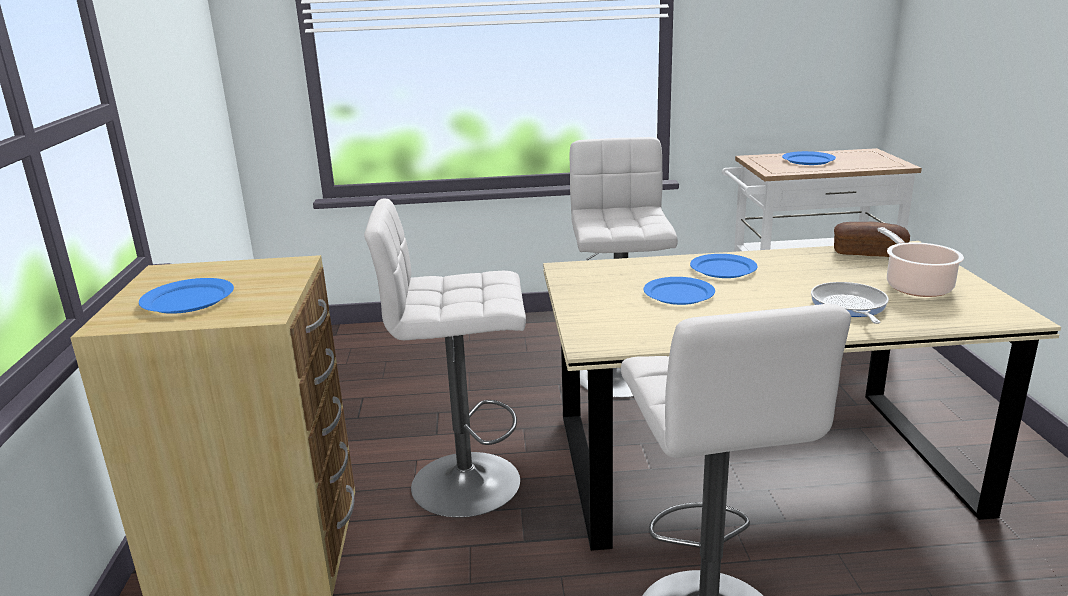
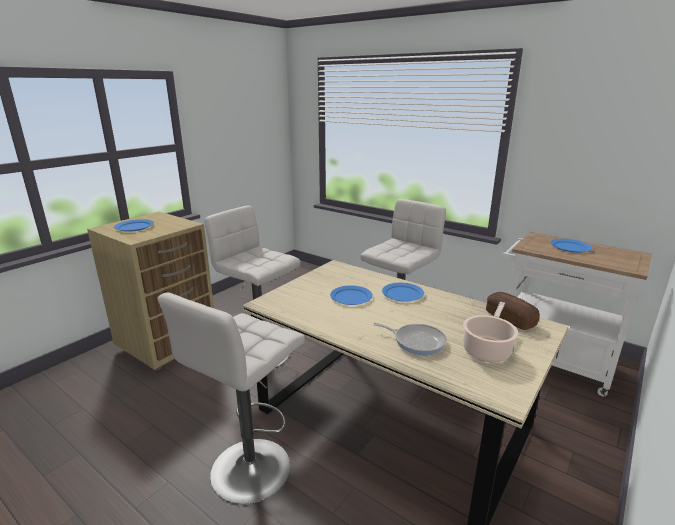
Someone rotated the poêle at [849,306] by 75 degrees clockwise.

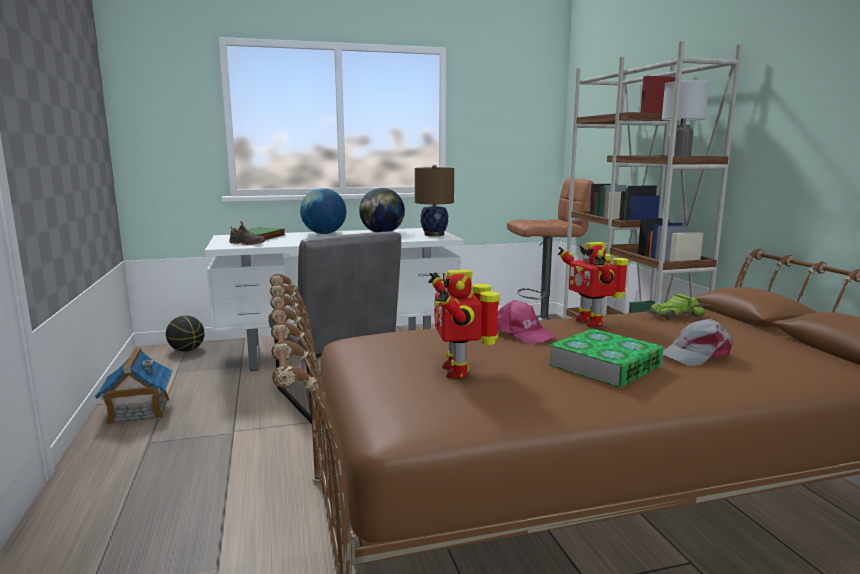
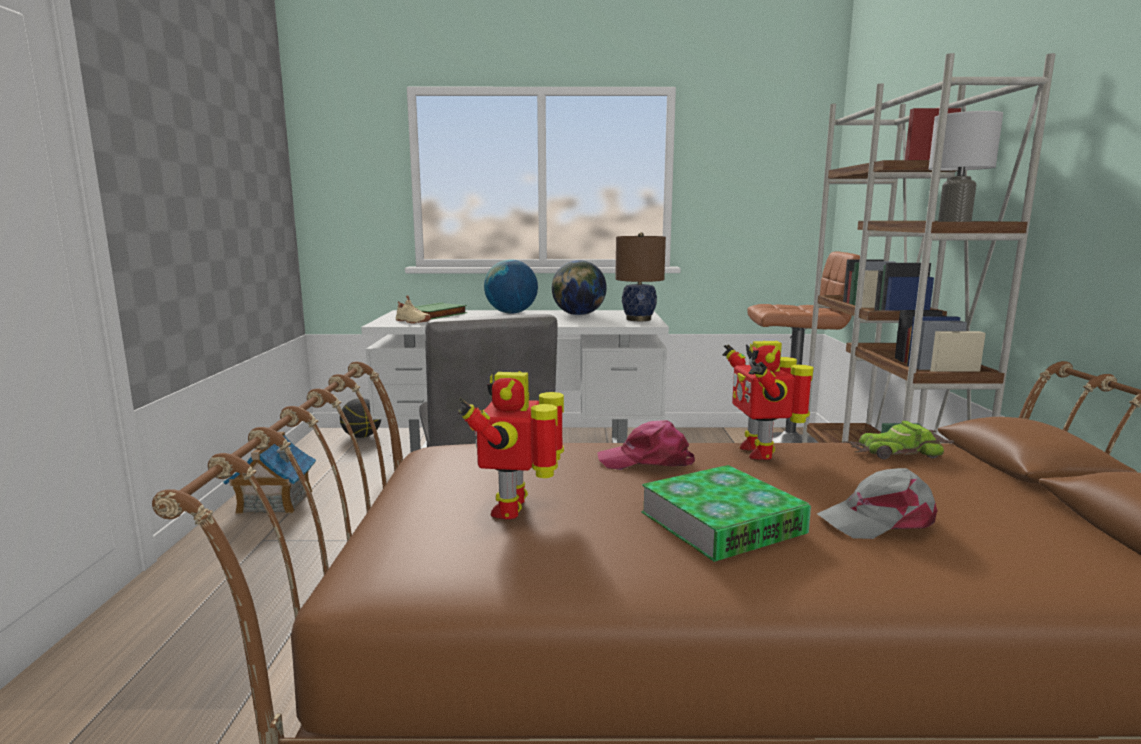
Someone repainted the chaussure/noir at [246,244], which became the chaussure/beige at [412,322].
Someone rotated the casquette/rose at [521,333] by 120 degrees clockwise.

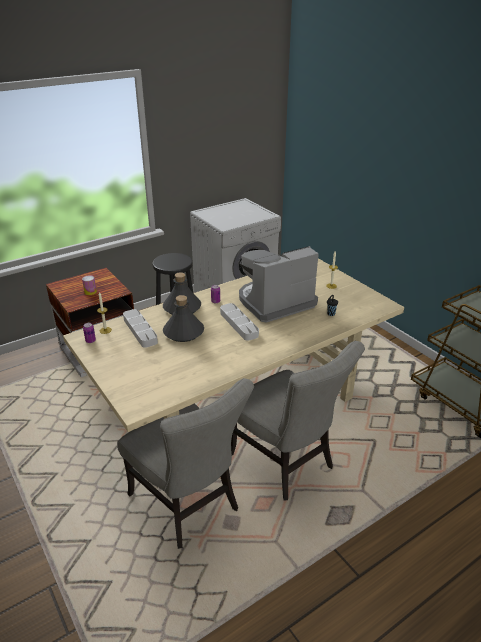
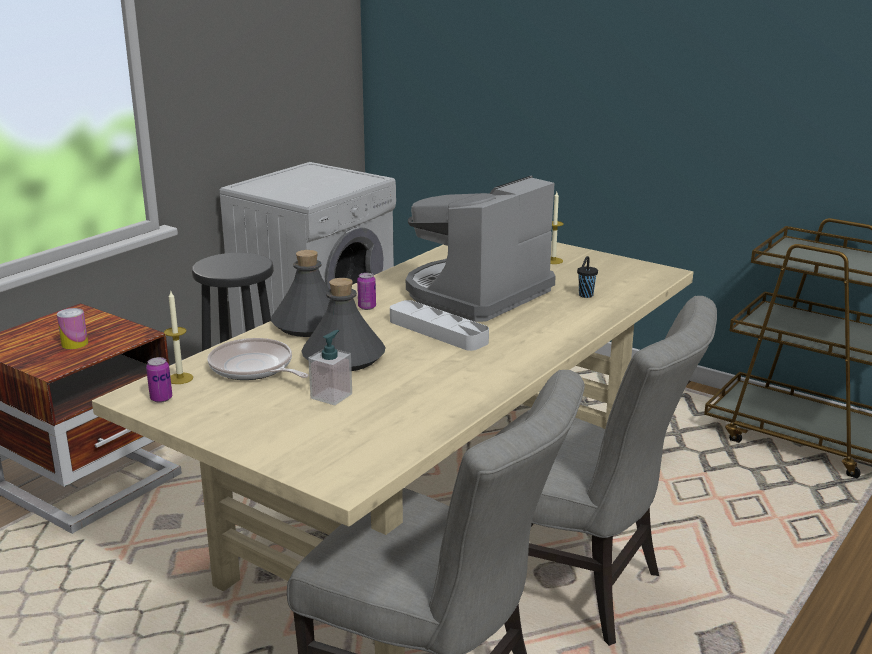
Someone swapped the plateau/gris at [140,330] for the poêle at [254,368].
Someone put down the distributeur de savon at [331,396].

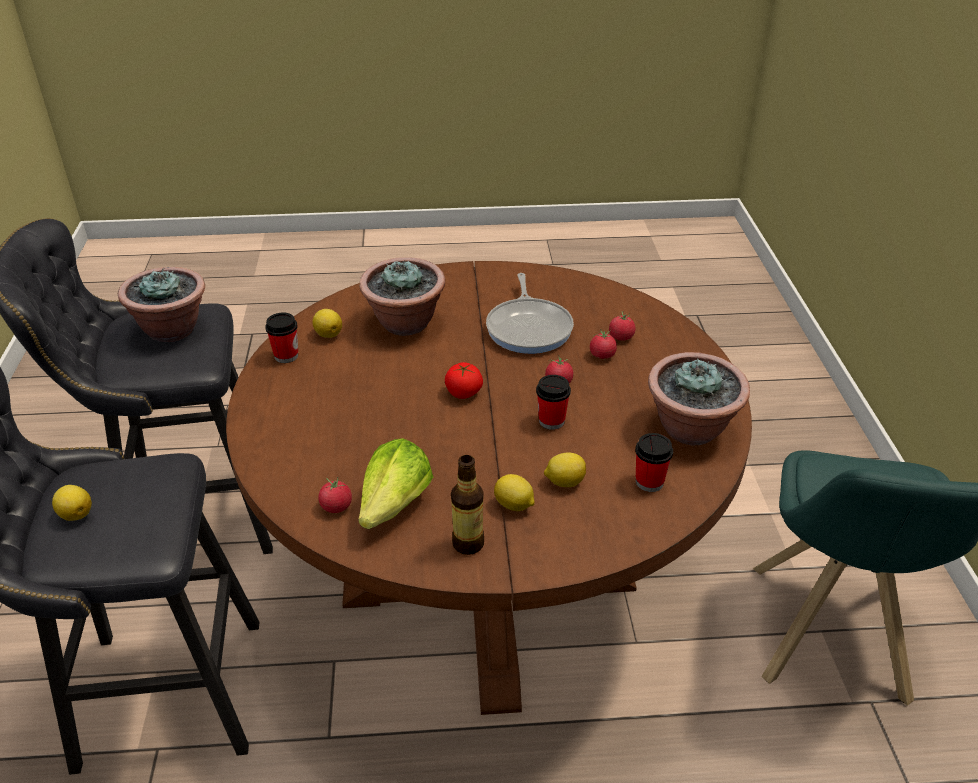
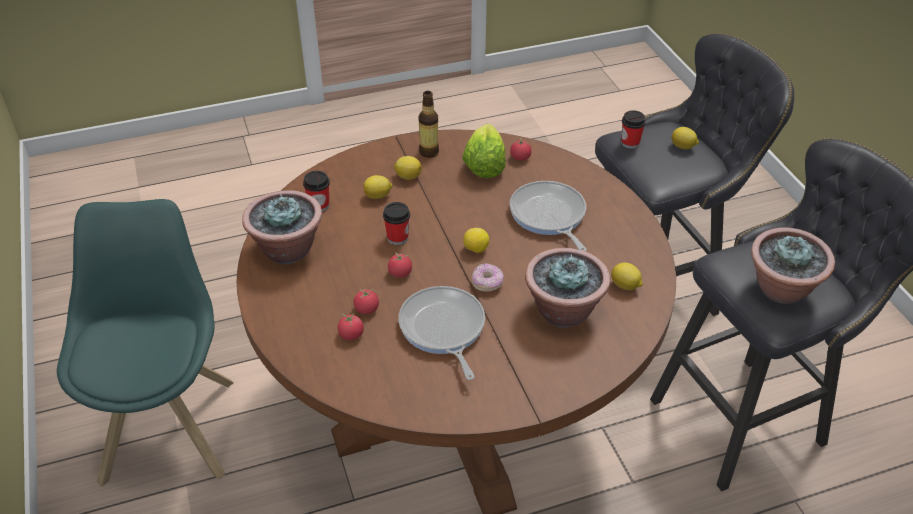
Someone carried the tasse from [286,356] to [630,143].
Someone swapped the tomate at [463,393] for the citron at [475,249].
Someone put down the beignet at [487,283].
Someone put down the poêle at [548,216].

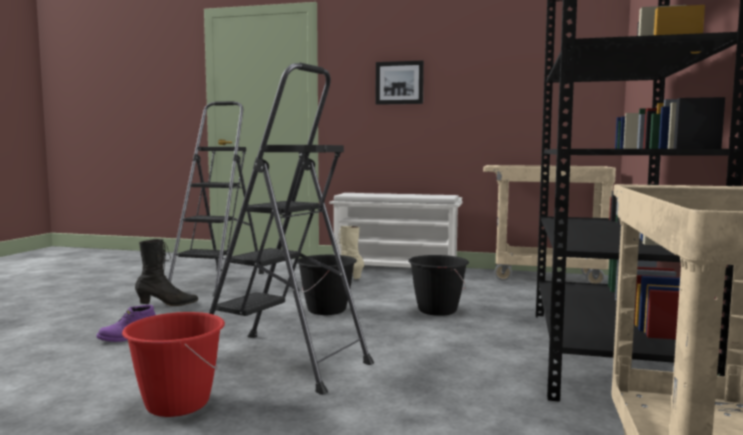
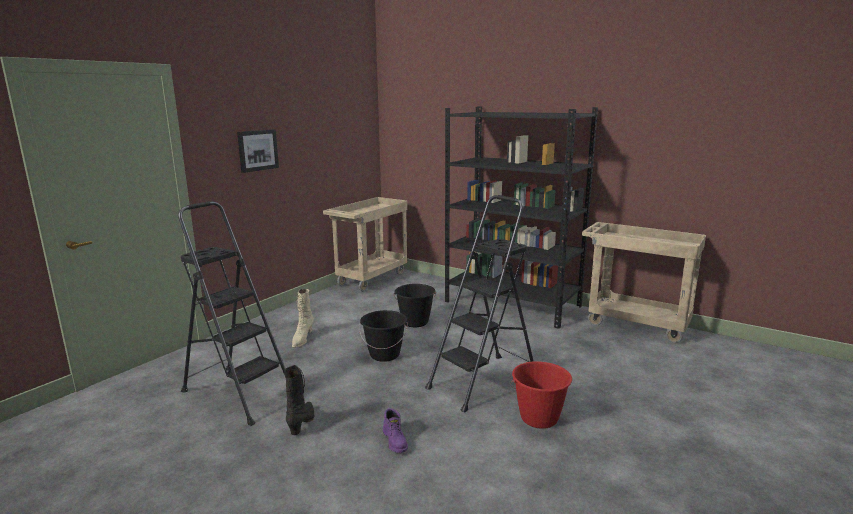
Someone took away the étagère à chaussures/blanc at [397,269].

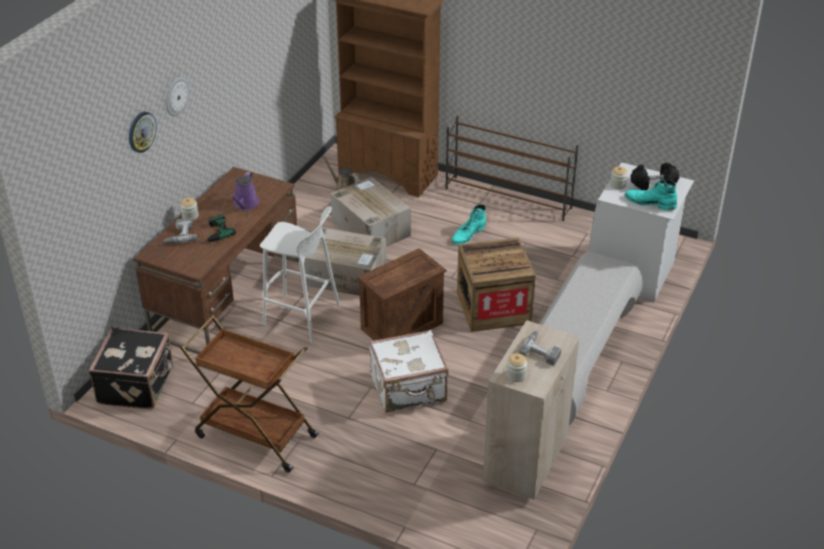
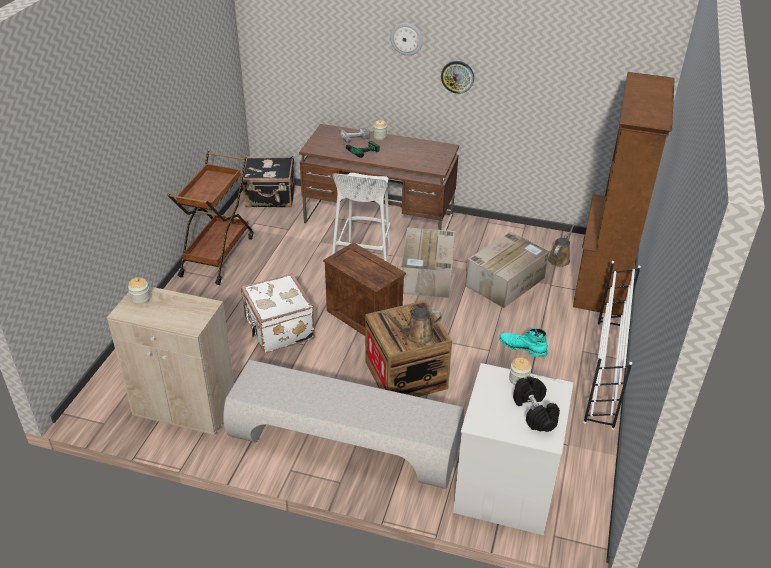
Someone carried the horloge murale from [141,131] to [457,76].
Someone took away the arrosoir/violet at [245,204].
Someone repainted the étagère à chaussures/marron at [508,198], which became the étagère à chaussures/blanc at [604,373].
Someone took away the perceuse at [542,350].
Someone took away the botte/turquoise at [650,202].
Someone put down the arrosoir/marron at [416,335].

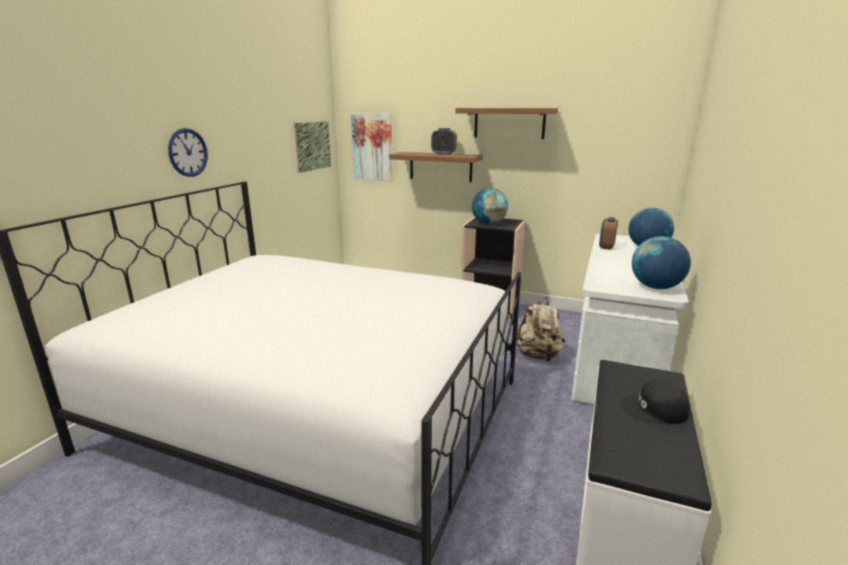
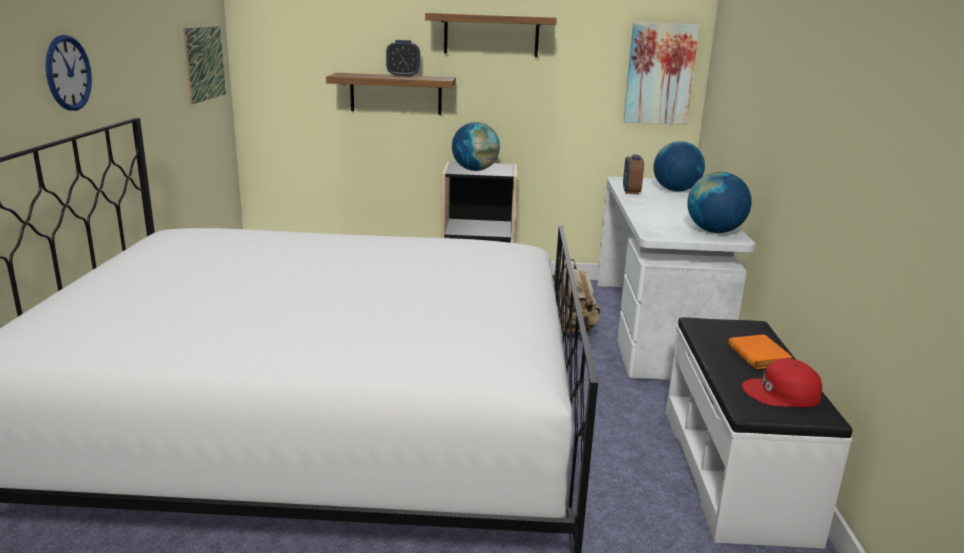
Someone carried the tableau from [372,147] to [659,74].
Someone swapped the casquette/noir at [655,409] for the livre/orange at [761,358].
Someone put down the casquette/rouge at [781,393].

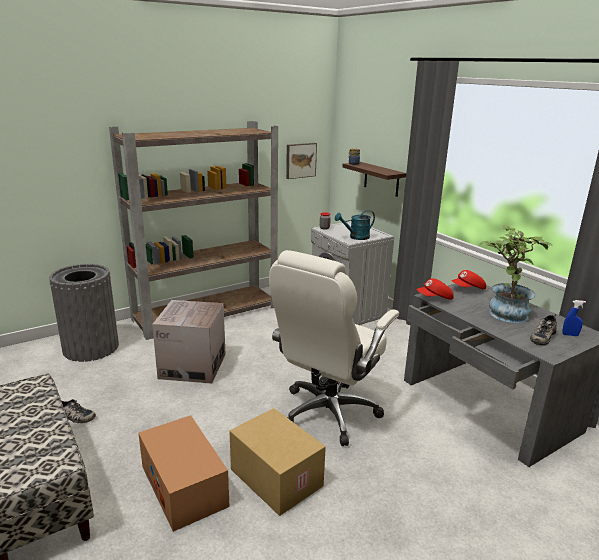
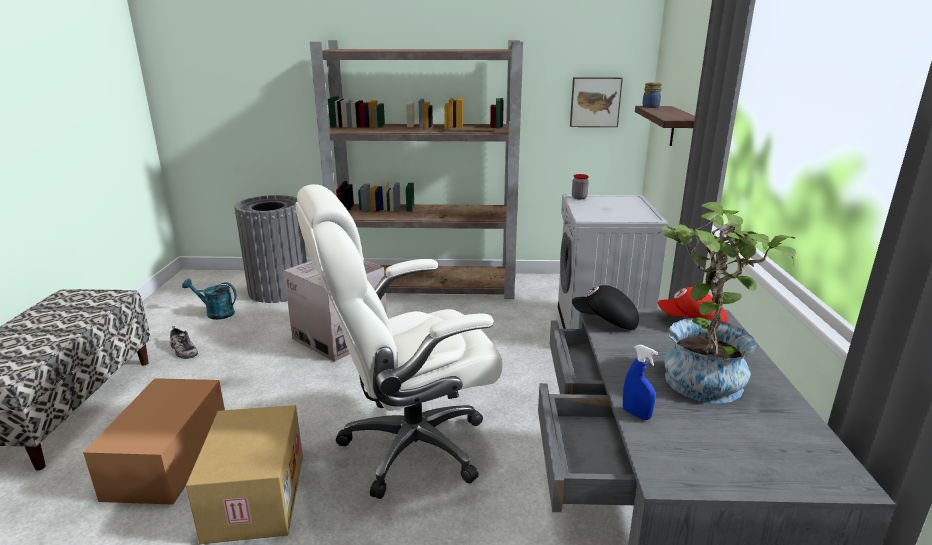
Someone carried the arrosoir/turquoise from [356,237] to [216,313].
Someone repainted the casquette/rouge at [435,298], which became the casquette/noir at [605,321].
Someone took away the chaussure at [542,336].
Someone carried the vaporisateur/bleu from [570,335] to [636,414].

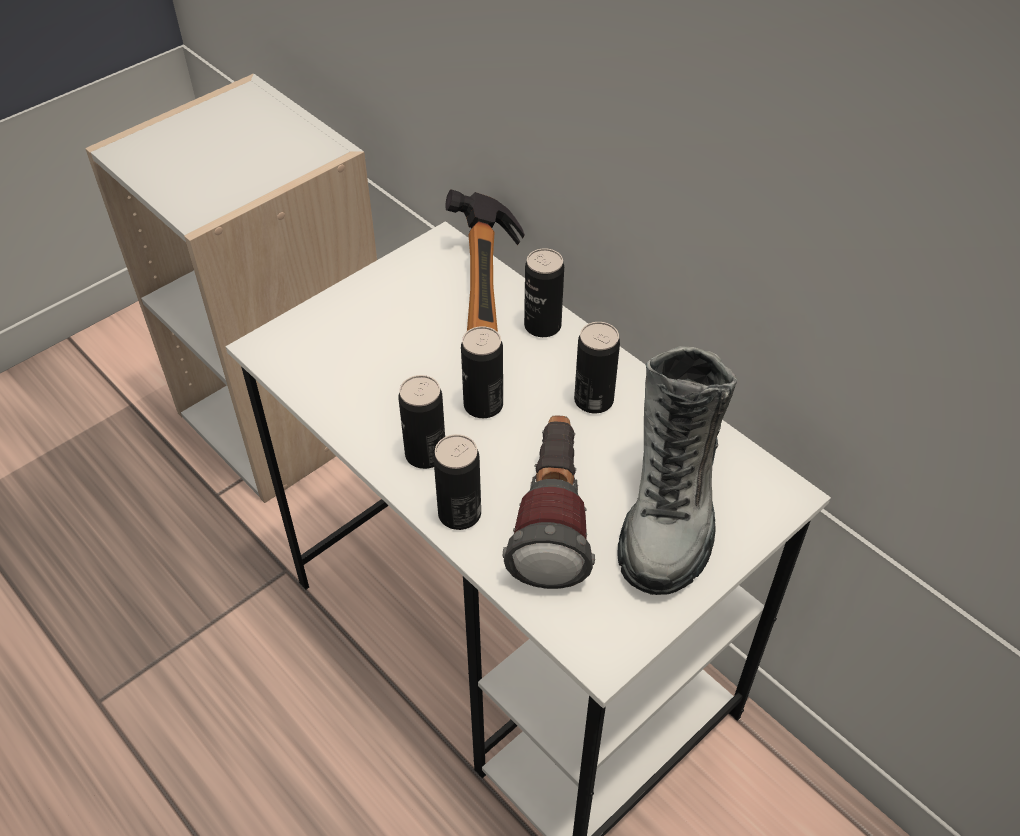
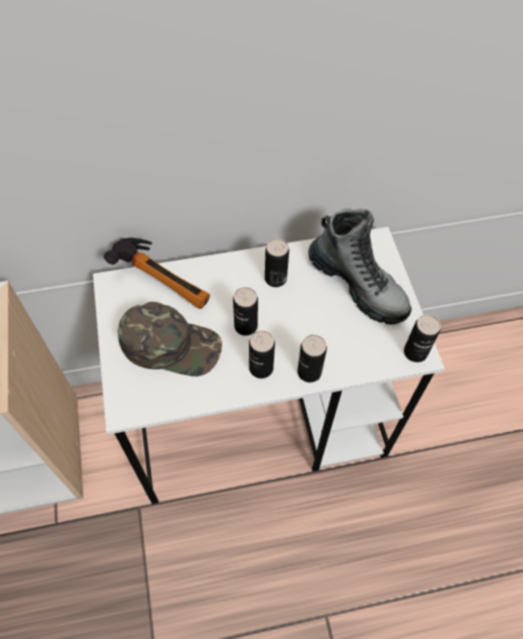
Someone took away the lampe de poche at [552,518].
Someone carried the boîte métallique from [542,326] to [415,352].
Someone put down the casquette/vert at [171,344].

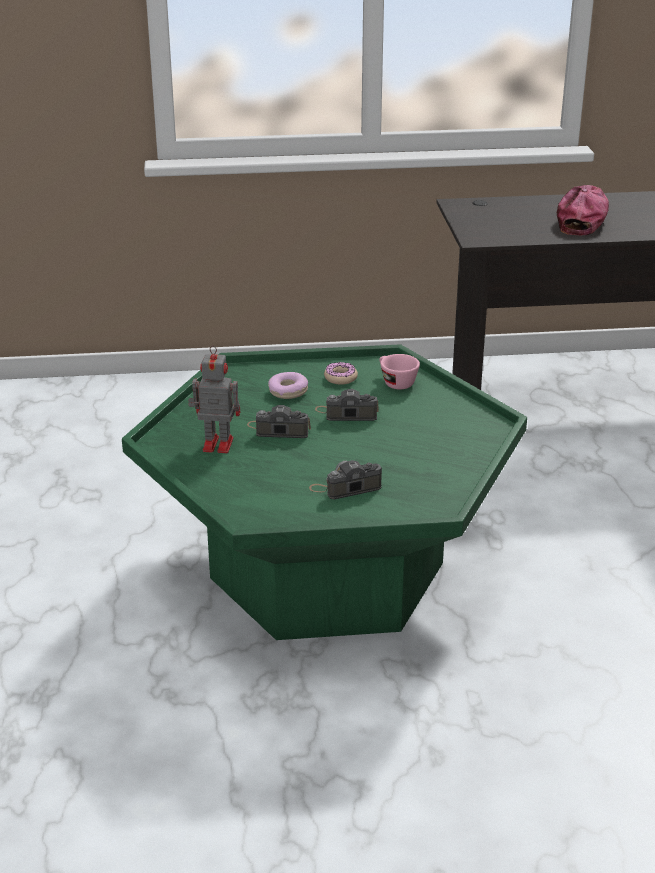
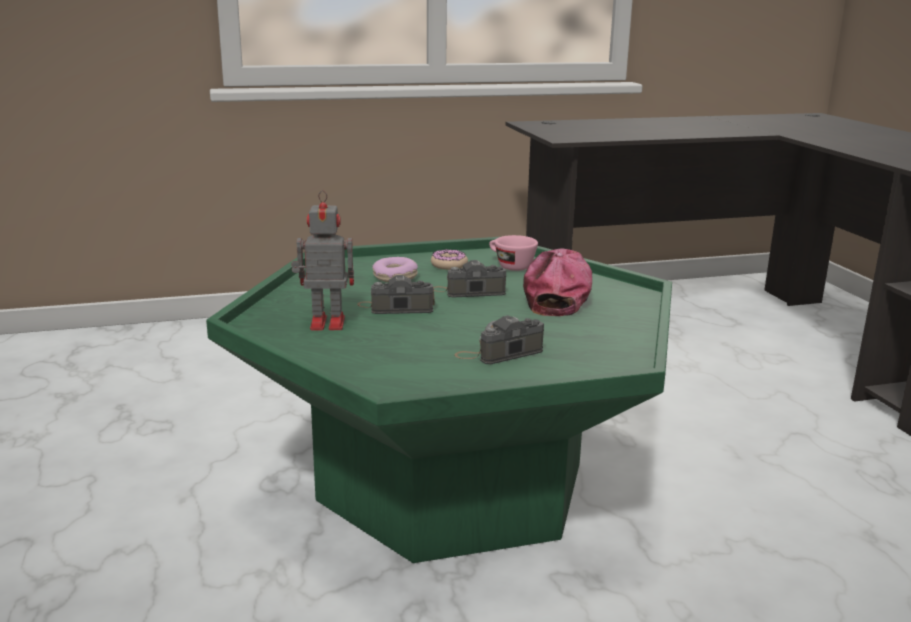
Someone carried the casquette from [582,220] to [557,295].

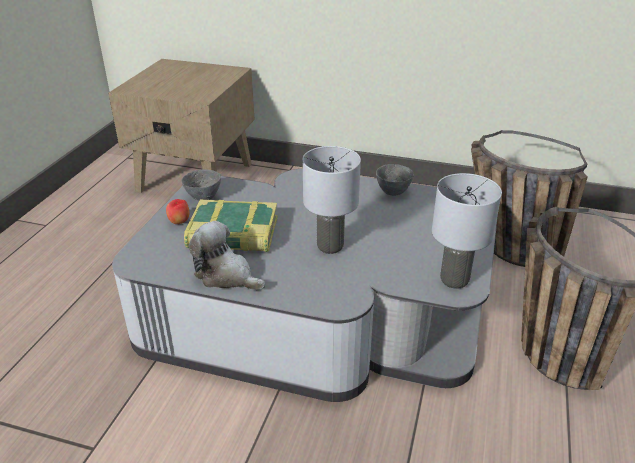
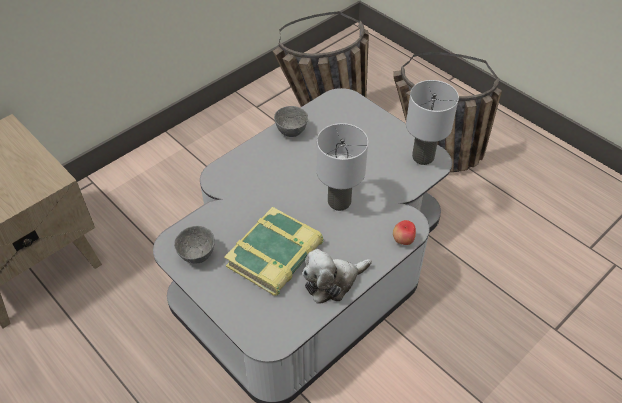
Someone carried the pomme from [179,222] to [403,240].

